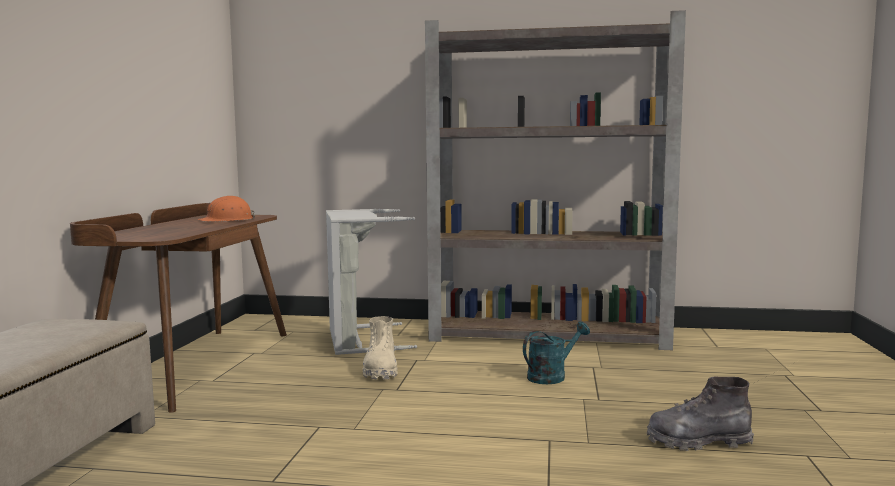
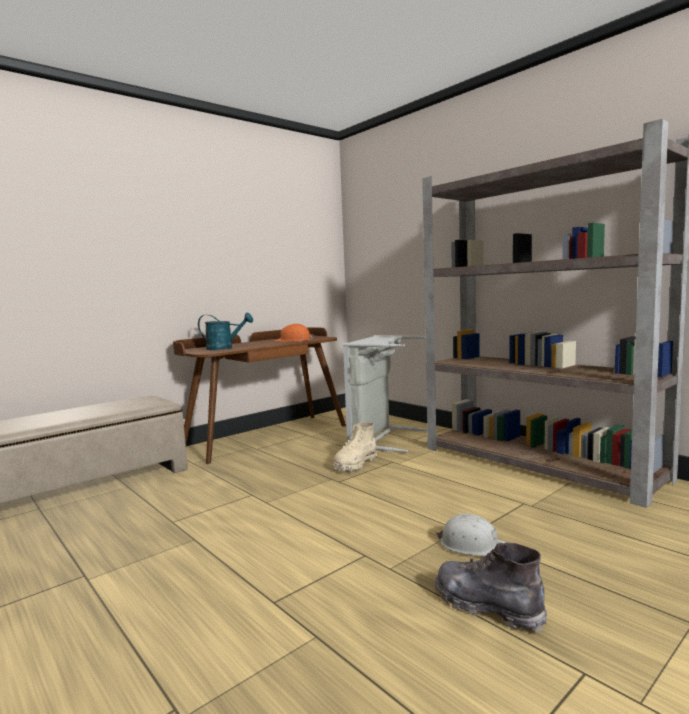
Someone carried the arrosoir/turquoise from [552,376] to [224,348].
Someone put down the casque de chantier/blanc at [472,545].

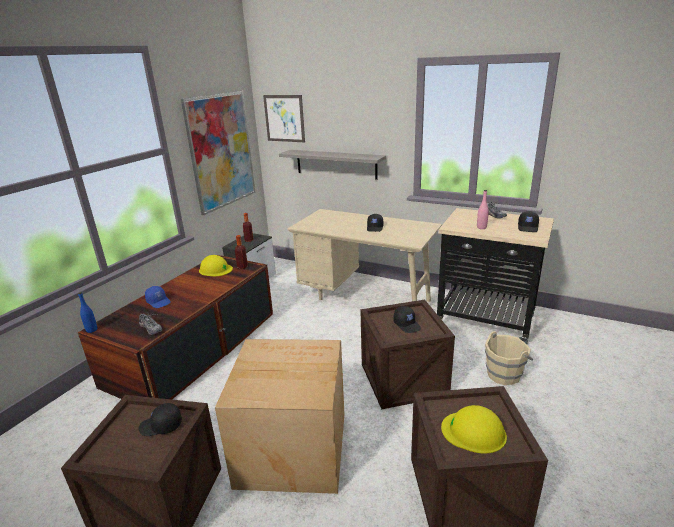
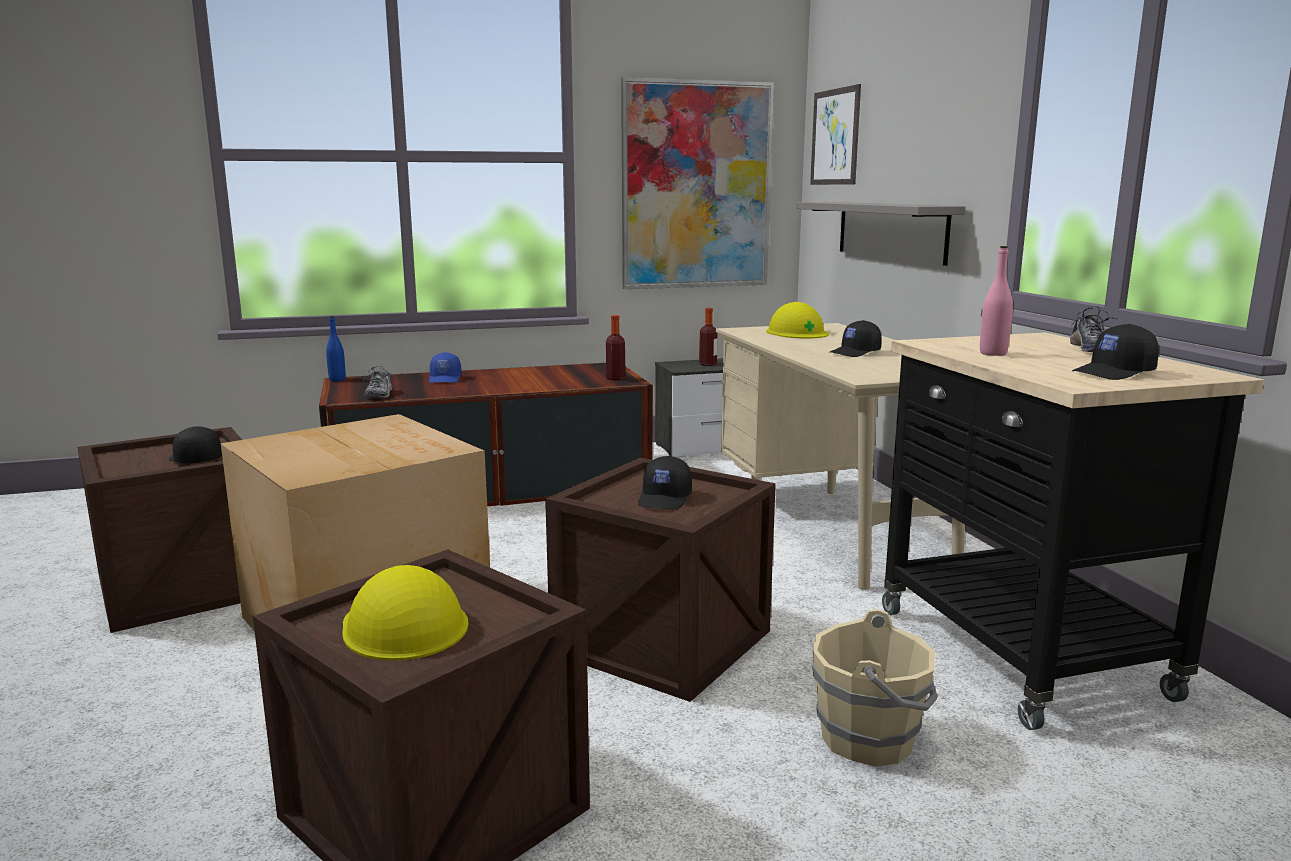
Someone carried the casque de chantier/jaune from [215,269] to [797,332].

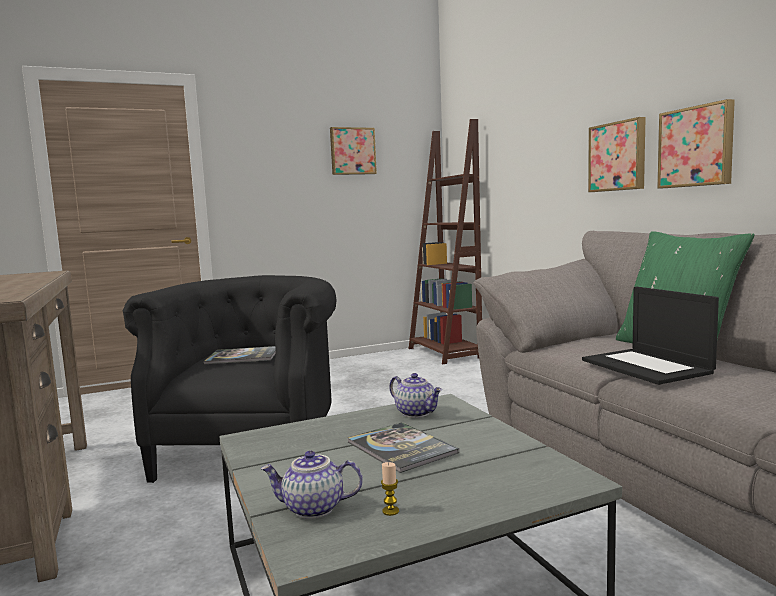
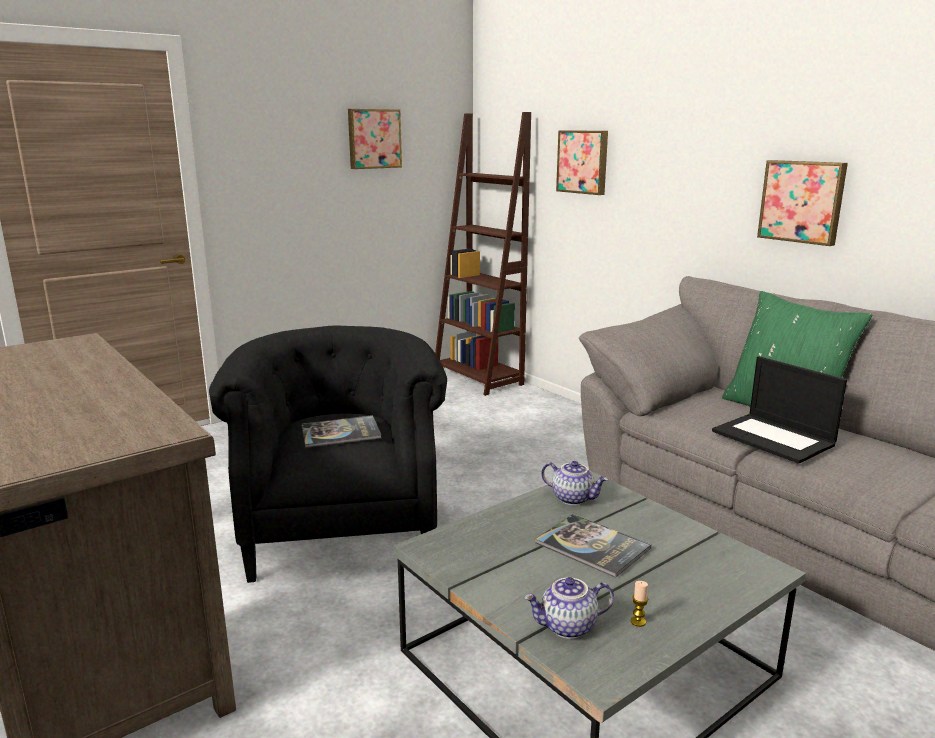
Someone carried the tableau from [618,156] to [583,162].

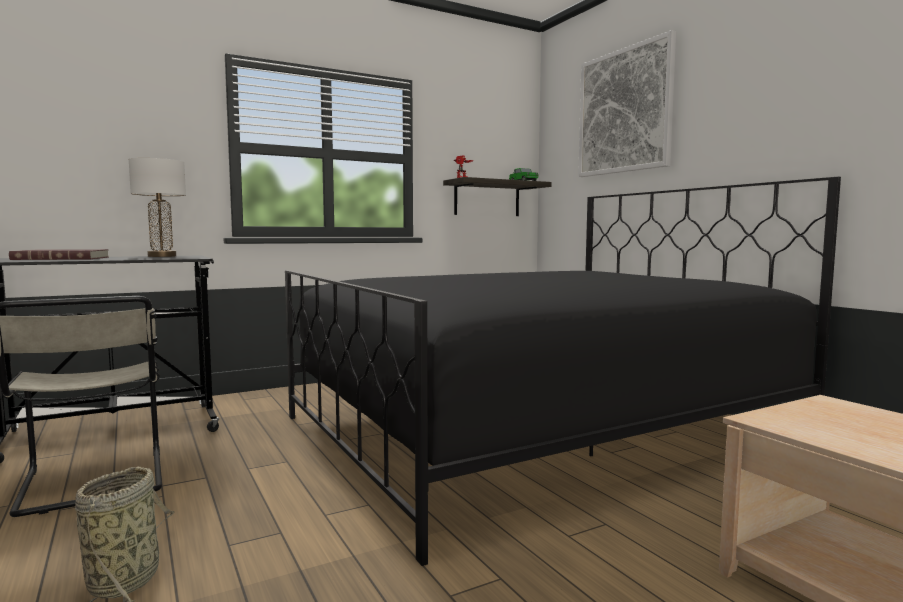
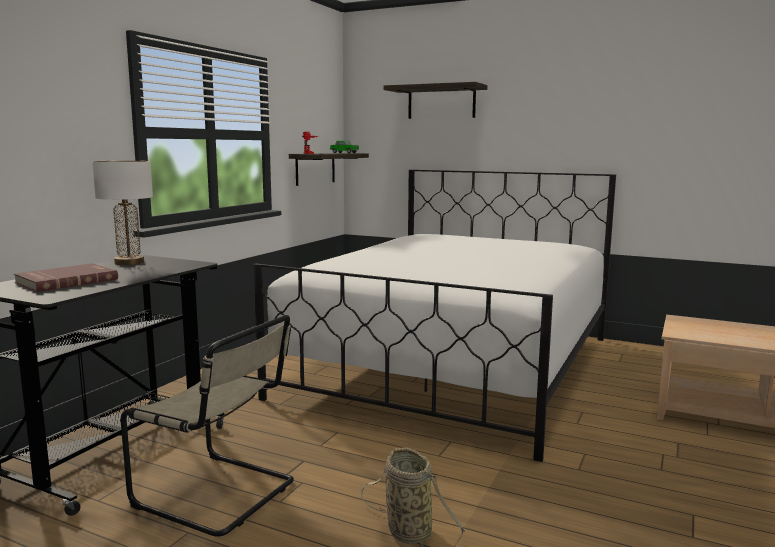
Someone repainted the lit/noir at [538,429], which became the lit/blanc at [455,365].
Someone swapped the tableau at [624,111] for the étagère at [441,102].

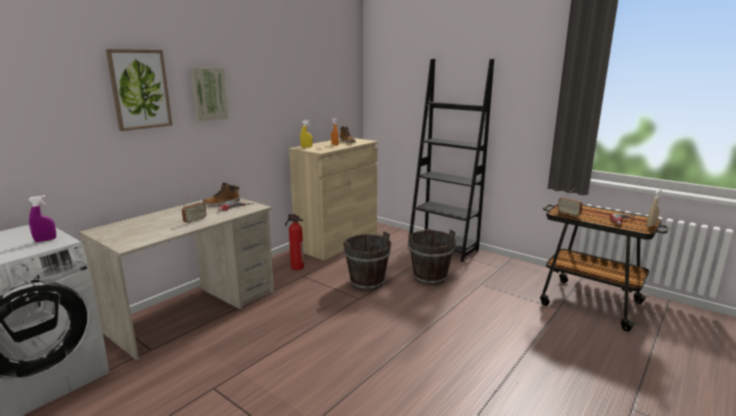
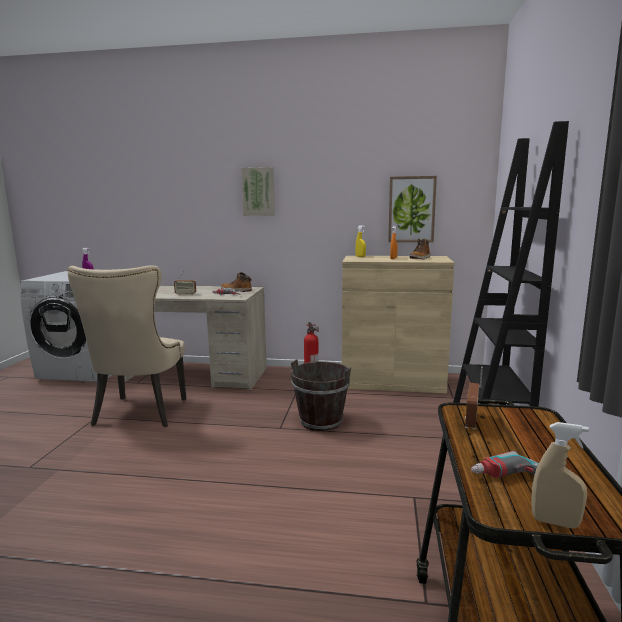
Someone carried the tableau from [140,89] to [411,209].
Someone took away the seau/marron at [429,277].
Someone put down the chaise/beige at [140,413].

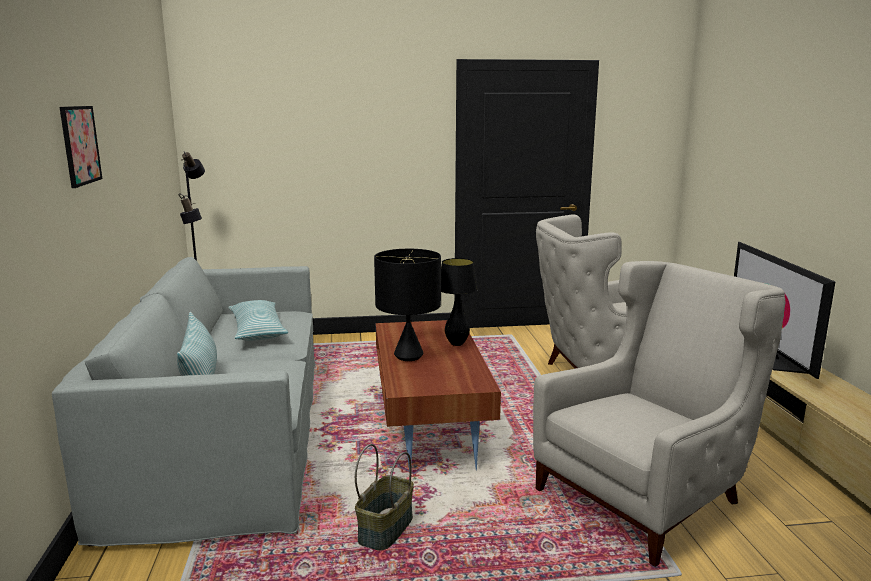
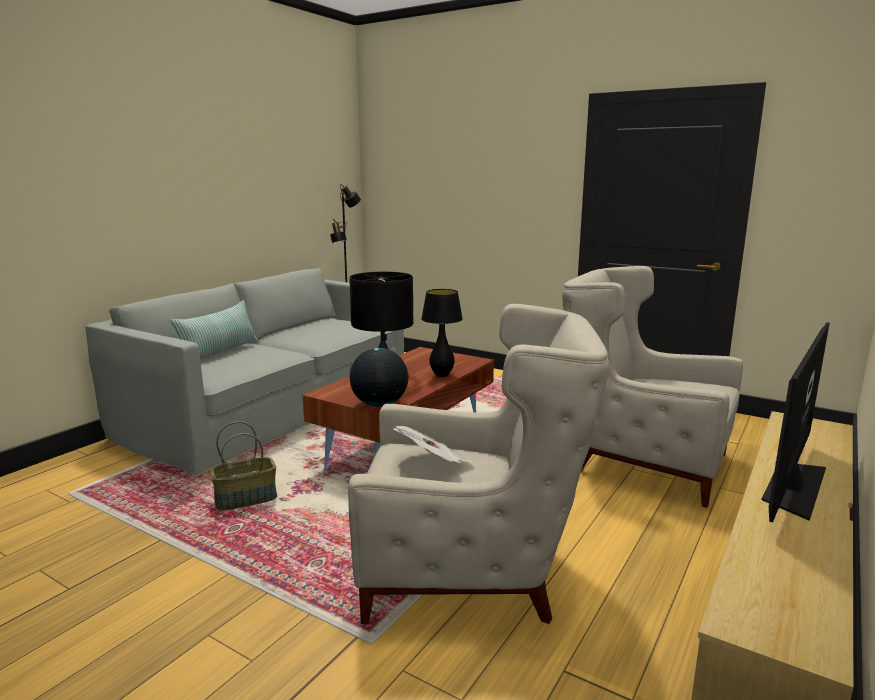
Someone took away the tableau at [80,145].
Someone took away the coussin at [257,330].
Someone put down the globe at [379,404].
Someone put down the journal at [433,464].

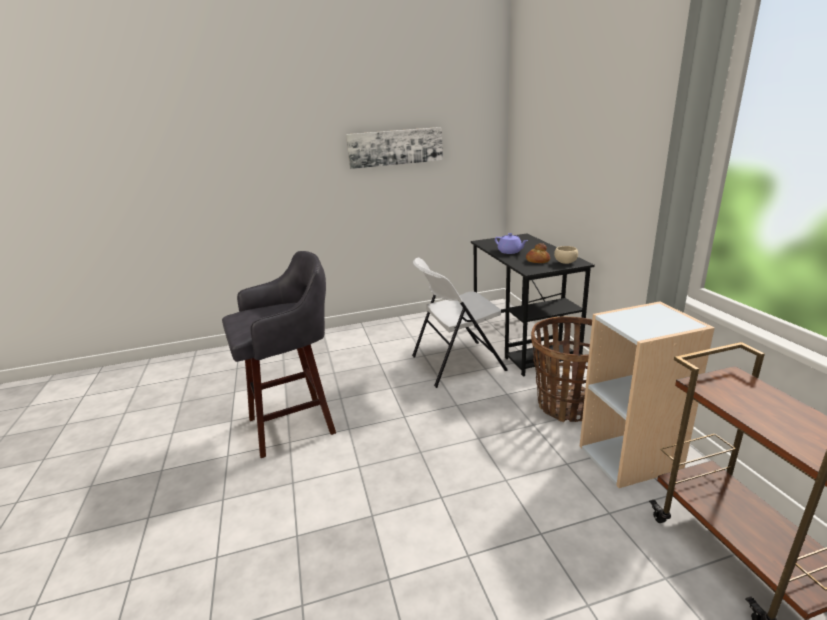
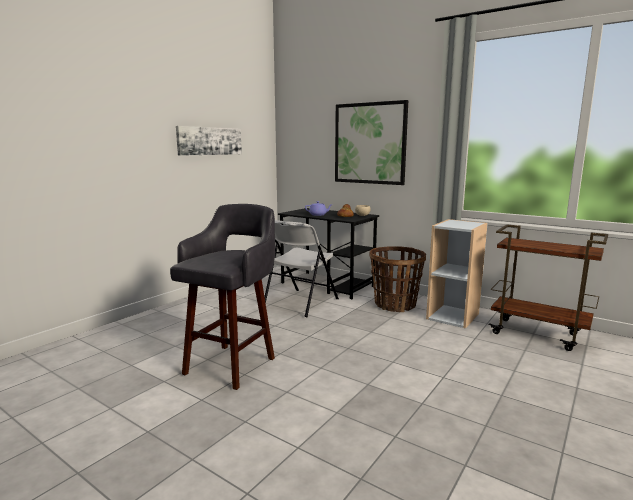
Someone put up the tableau at [370,143].

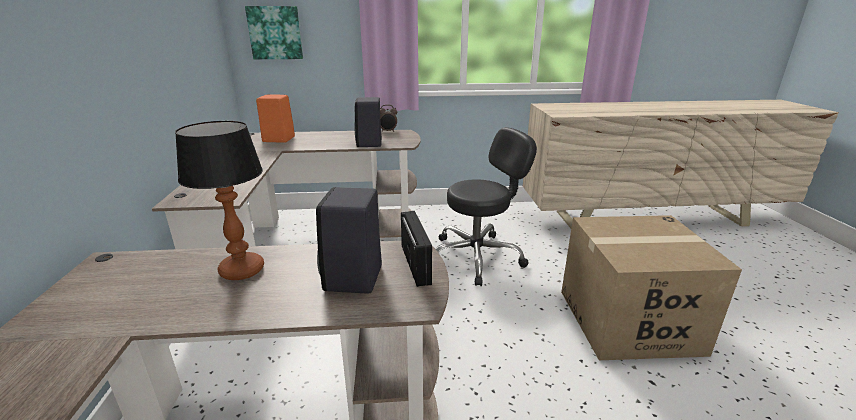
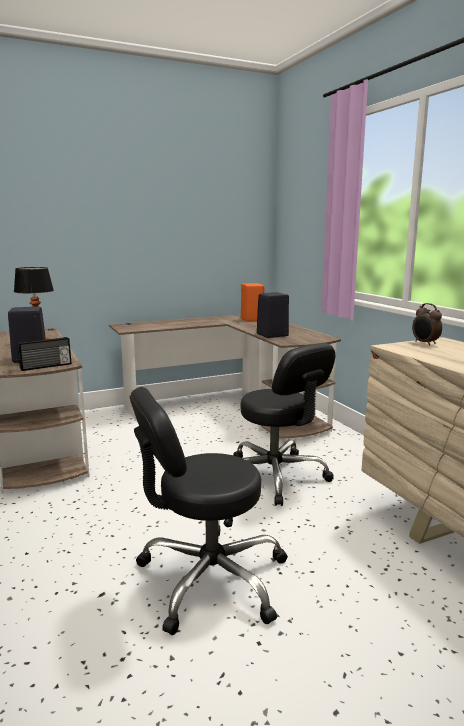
Someone took away the tableau at [275,33].
Someone carried the réveil from [388,131] to [425,343].
Someone swapped the carton at [628,321] for the chaise de bureau/noir at [205,581].

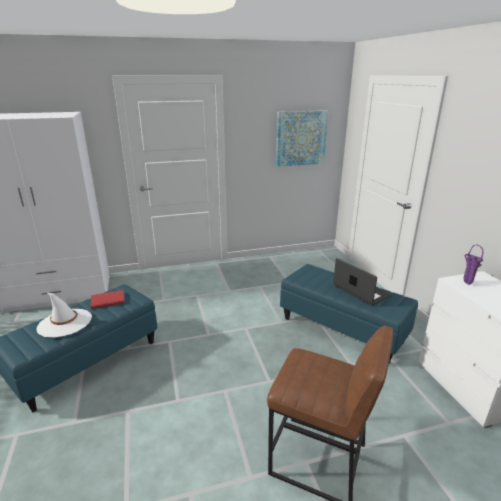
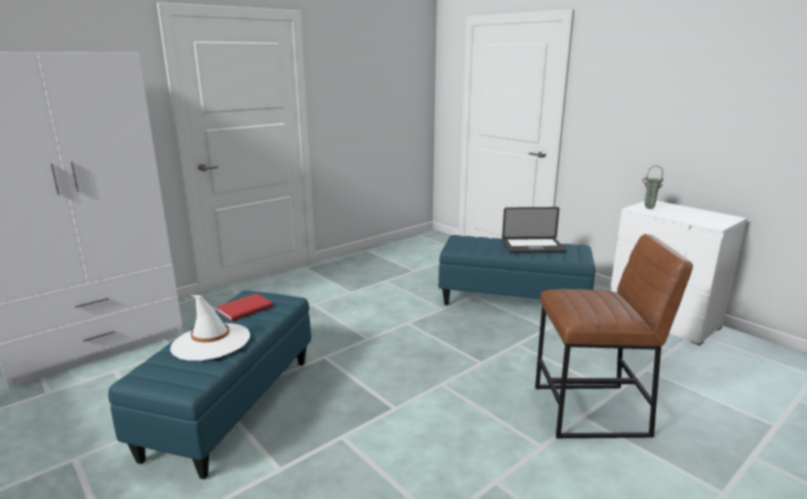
Someone took away the tableau at [301,138].
Someone rotated the ordinateur portable at [361,291] by 150 degrees clockwise.
Someone repainted the vase/violet at [466,283], which became the vase/vert at [647,208].

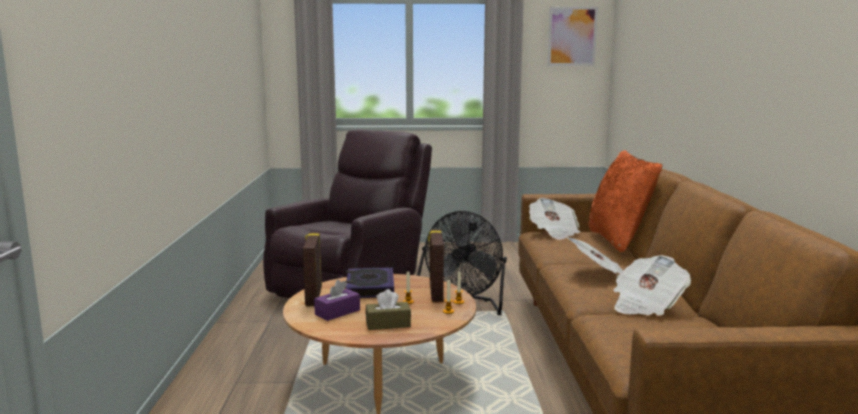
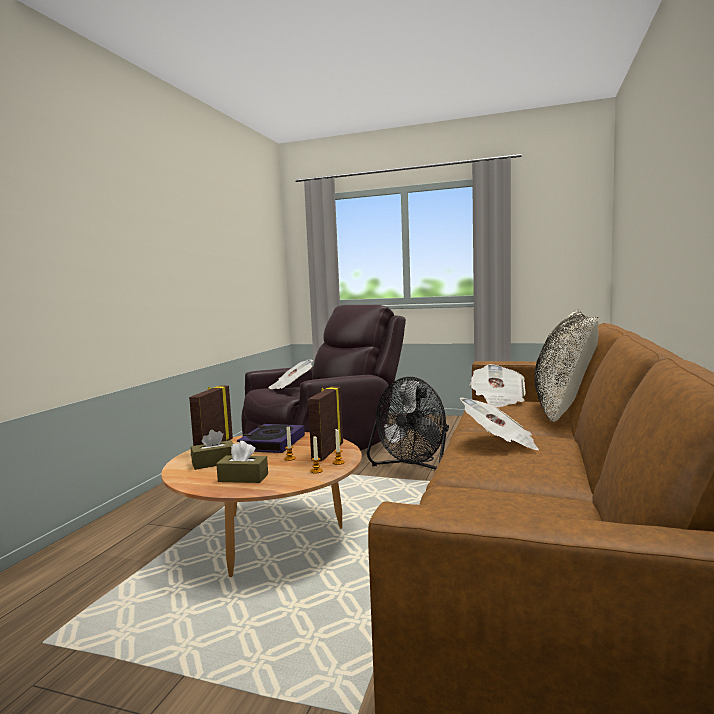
Someone repainted the boîte à mouchoirs/violet at [337,312], which became the boîte à mouchoirs/marron at [214,463].
Someone took away the tableau at [572,36].
Someone repainted the coussin/orange at [618,242], which became the coussin/beige at [563,413].
Someone carried the journal from [646,305] to [291,387].

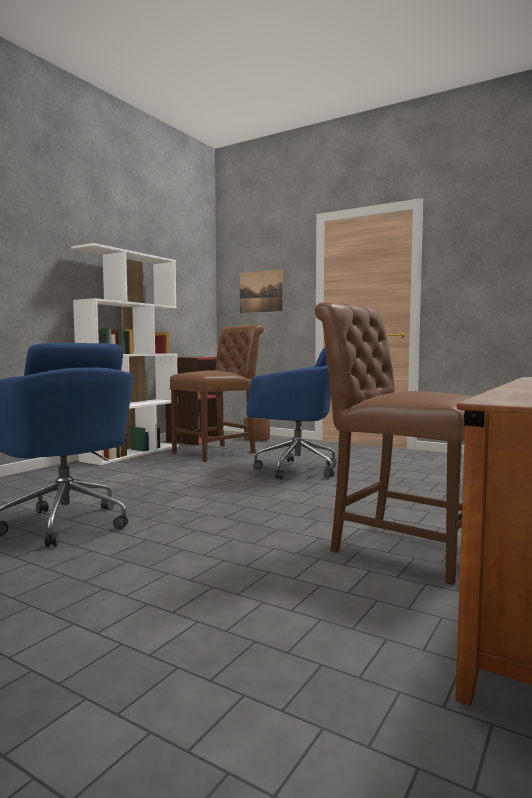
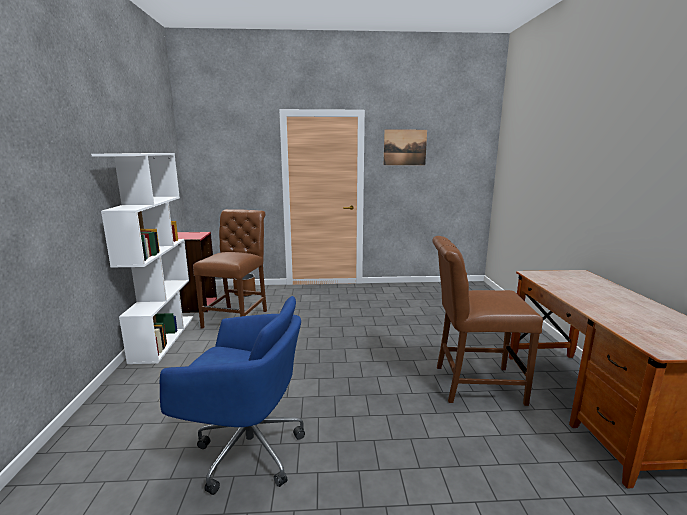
Someone carried the tableau from [261,291] to [405,147].
Someone took away the chaise de bureau/bleu at [292,470].

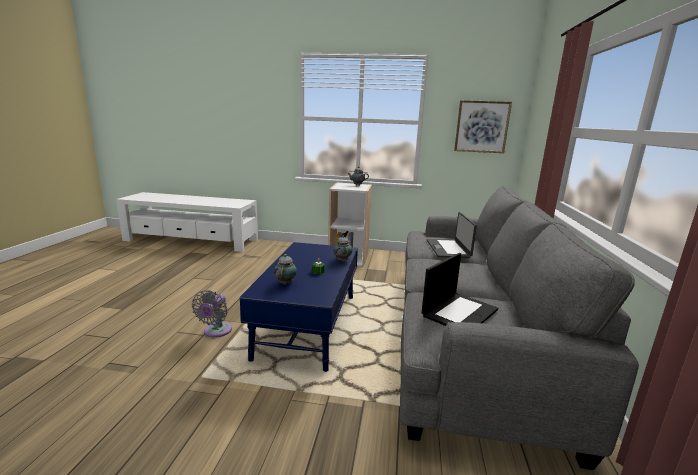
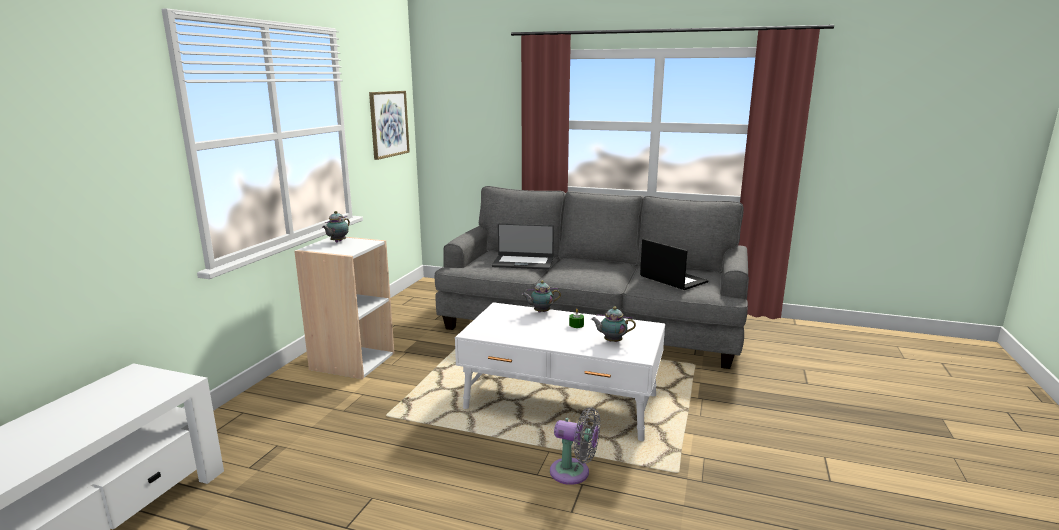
Someone repainted the table basse/bleu at [308,325], which became the table basse/blanc at [562,402].

